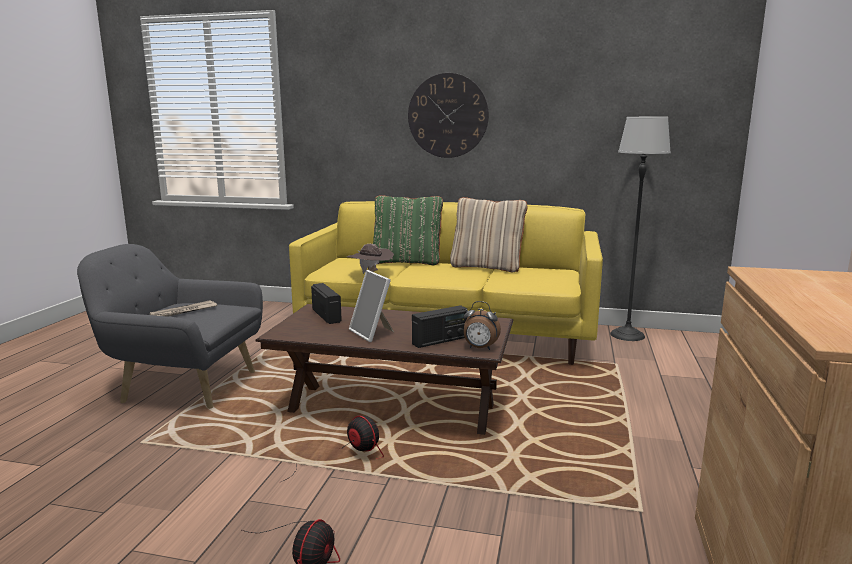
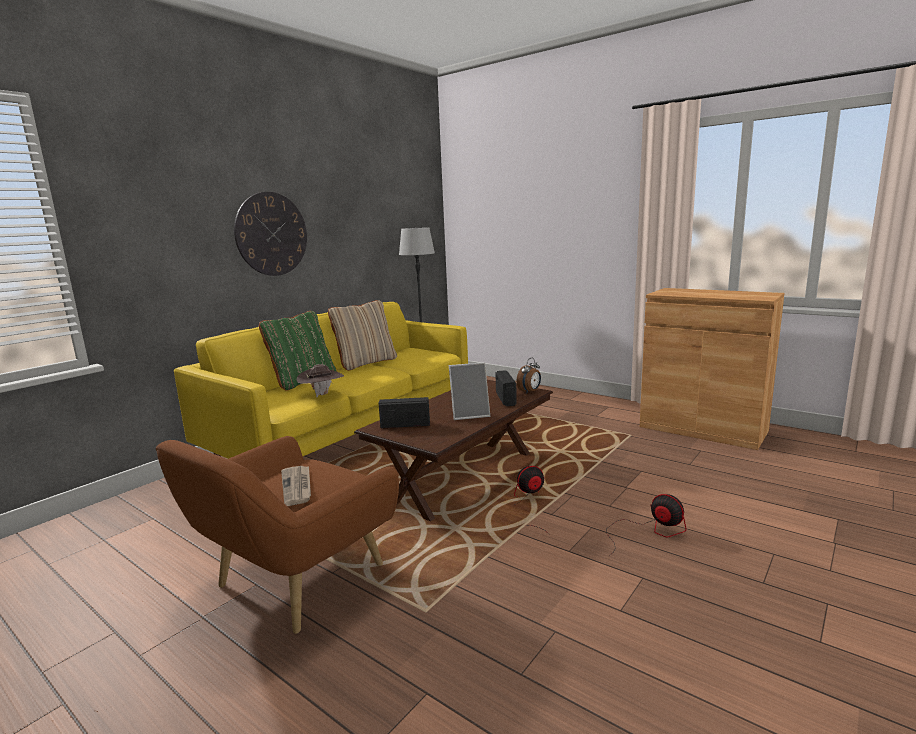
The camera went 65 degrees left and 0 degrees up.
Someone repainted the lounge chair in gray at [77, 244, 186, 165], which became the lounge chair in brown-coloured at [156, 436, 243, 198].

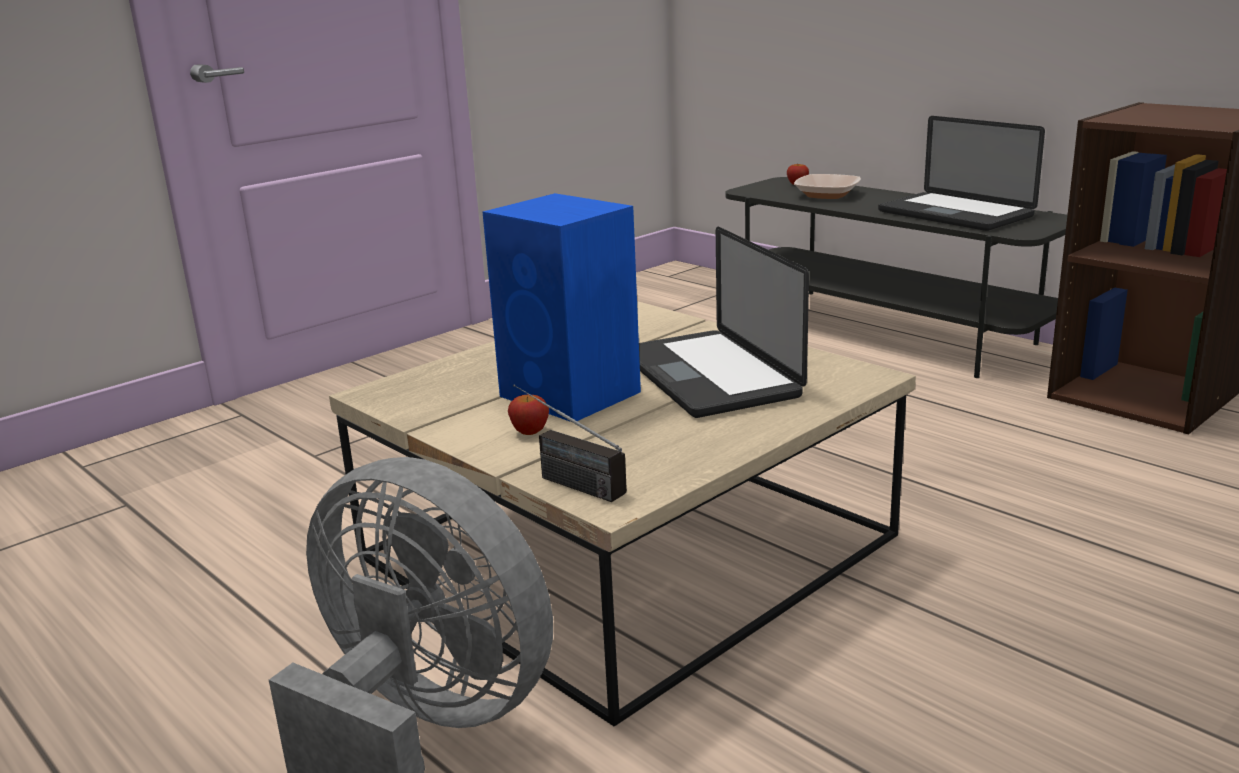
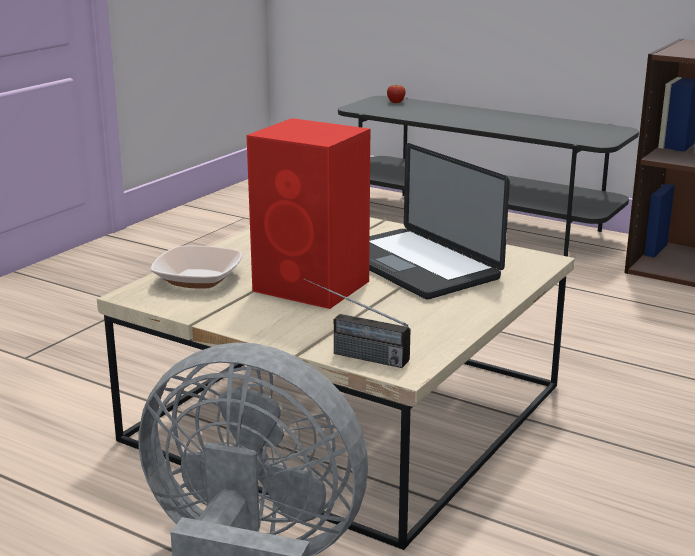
The camera went 15 degrees left and 0 degrees up.
Someone took away the whole apple at [508, 395, 41, 40].
Someone took away the portable computer at [878, 116, 167, 115].
Someone carried the bowl from [794, 174, 67, 25] to [151, 246, 91, 43].
Someone repainted the audio speaker in bluish at [483, 193, 158, 229], which became the audio speaker in red-coloured at [247, 118, 123, 191].

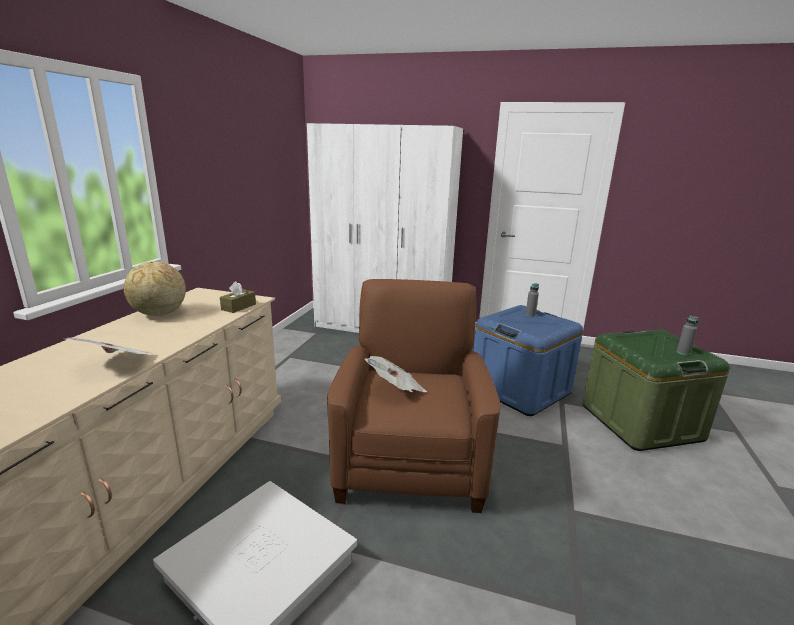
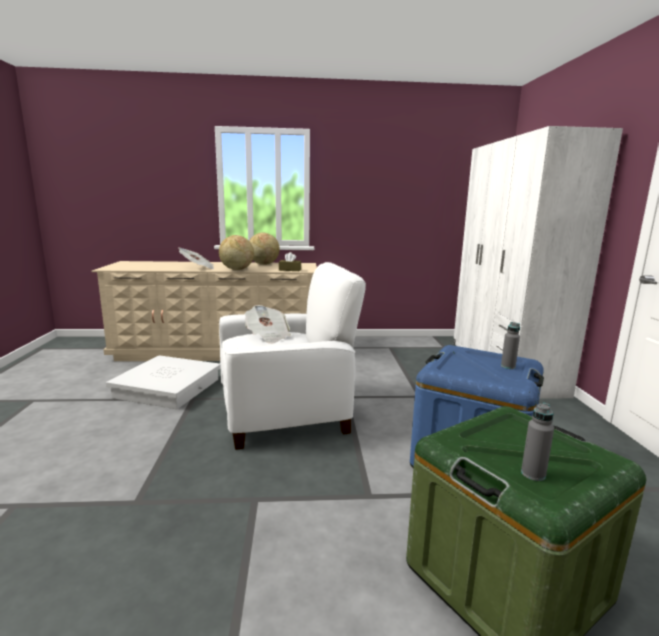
The camera went 70 degrees right and 5 degrees down.
Someone put down the globe at [219, 235, 35, 35].
Someone repainted the lounge chair in brown-coloured at [327, 279, 174, 234], which became the lounge chair in white at [219, 262, 147, 188].

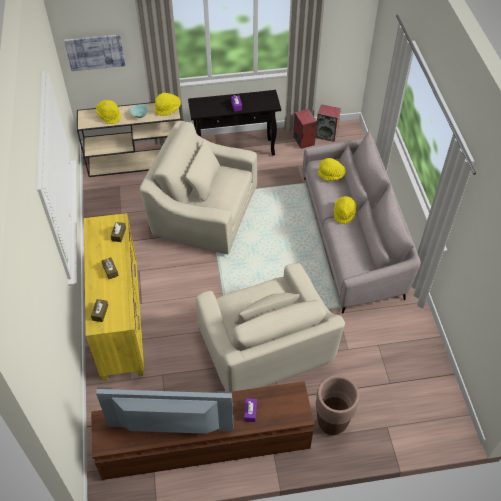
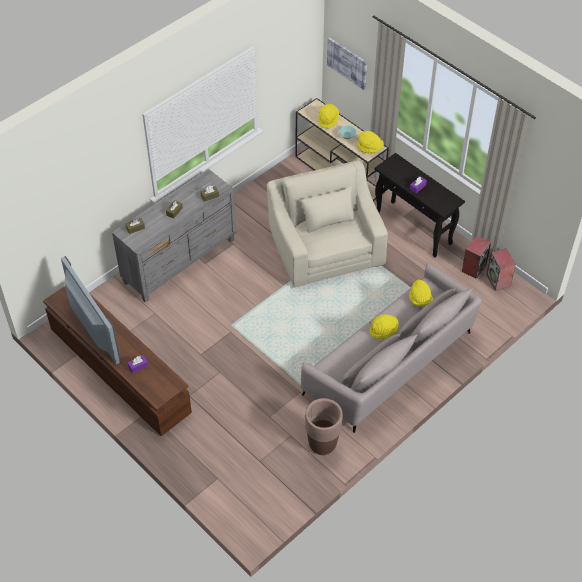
The camera went 55 degrees right and 0 degrees up.
Someone took away the lounge chair in beige at [196, 263, 149, 129].
Someone carried the flower pot in brown-coloured from [316, 375, 43, 60] to [305, 398, 38, 57].
Someone repainted the drawer chest in yellow-coloured at [84, 213, 60, 168], which became the drawer chest in gray at [112, 169, 124, 134].

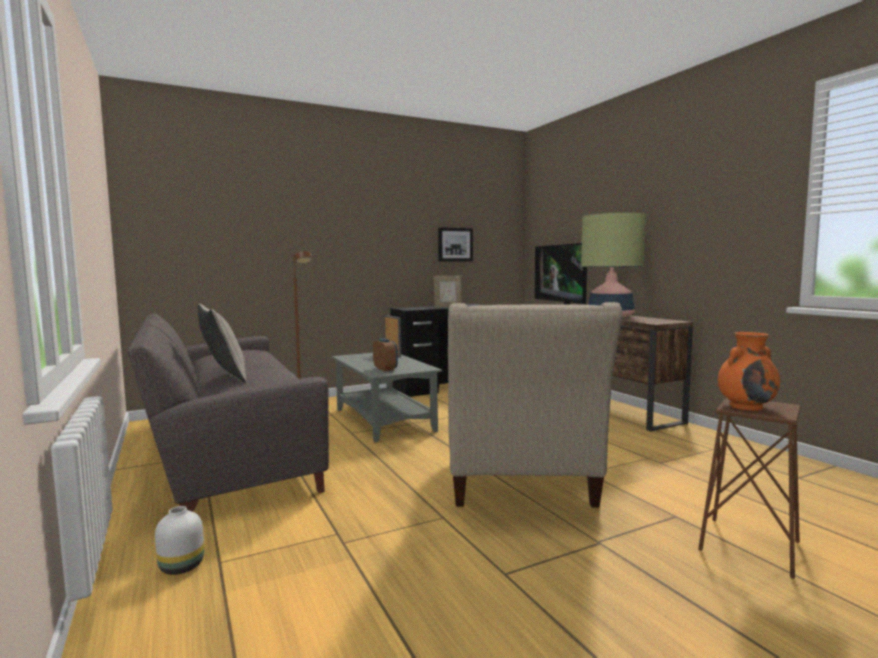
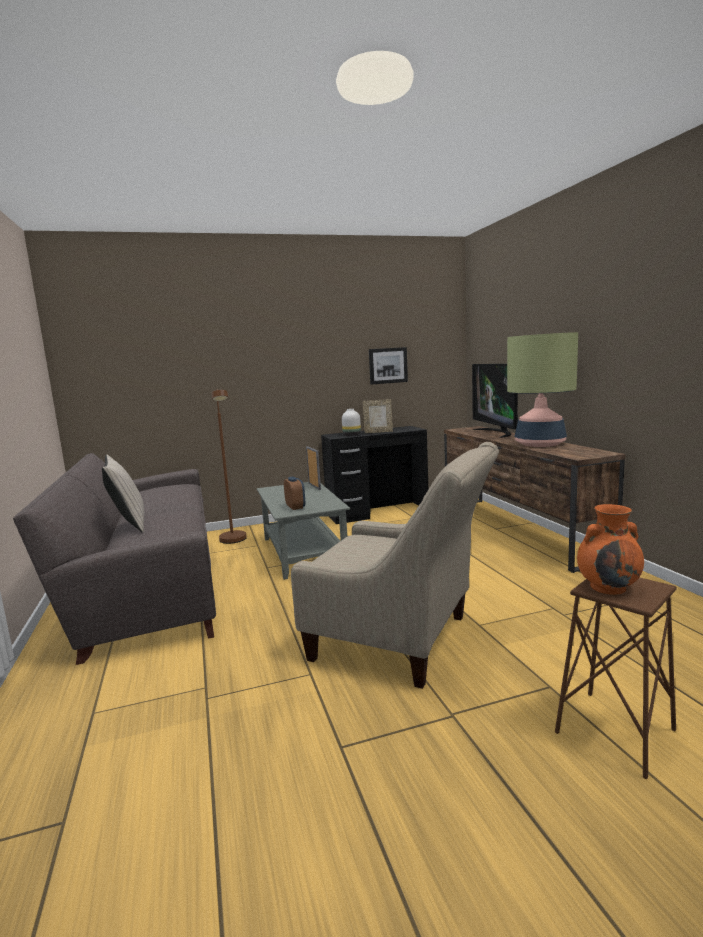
The camera went 10 degrees right and 5 degrees up.
Someone carried the flower vase in white from [155, 506, 49, 69] to [342, 409, 19, 27].
Someone rotated the lounge chair in beige at [448, 302, 174, 206] by 75 degrees counterclockwise.

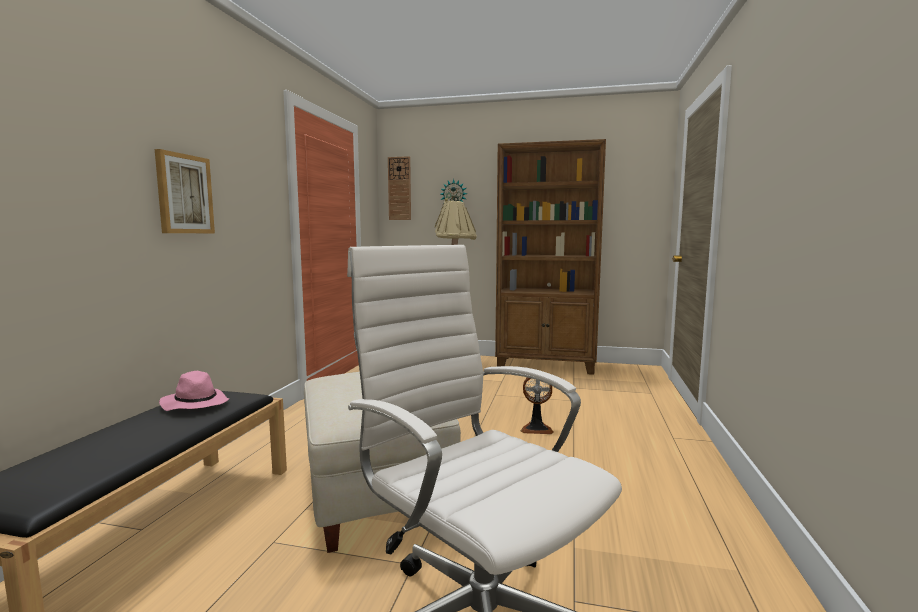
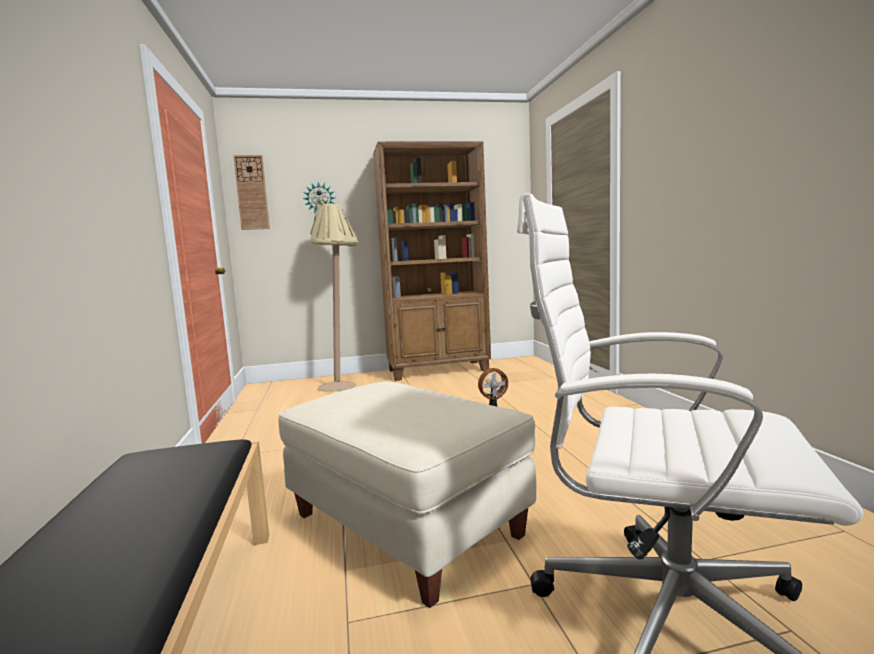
The camera went 25 degrees left and 0 degrees up.
Someone took away the wall art at [155, 149, 60, 84].
Someone took away the wearable hat in pink at [159, 371, 70, 40].

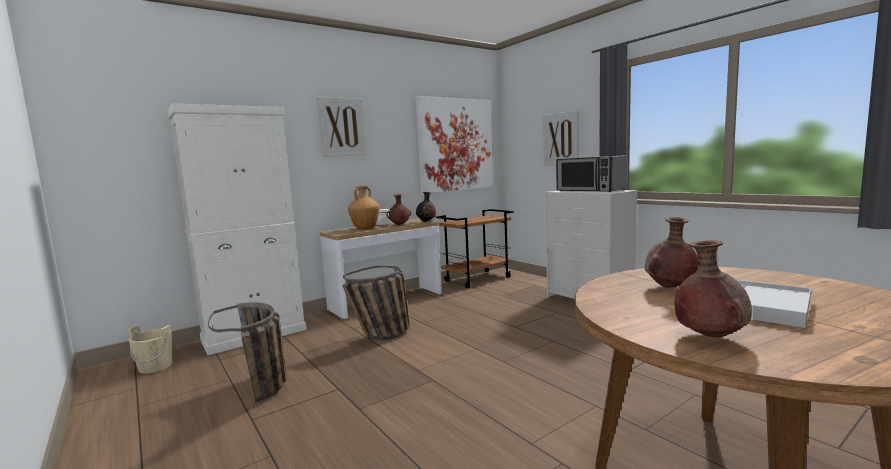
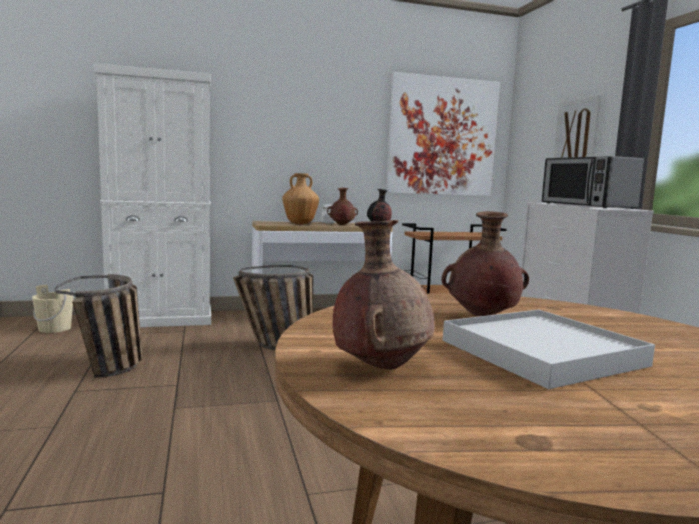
The camera went 20 degrees right and 0 degrees up.
Someone took away the wall art at [317, 97, 50, 60].

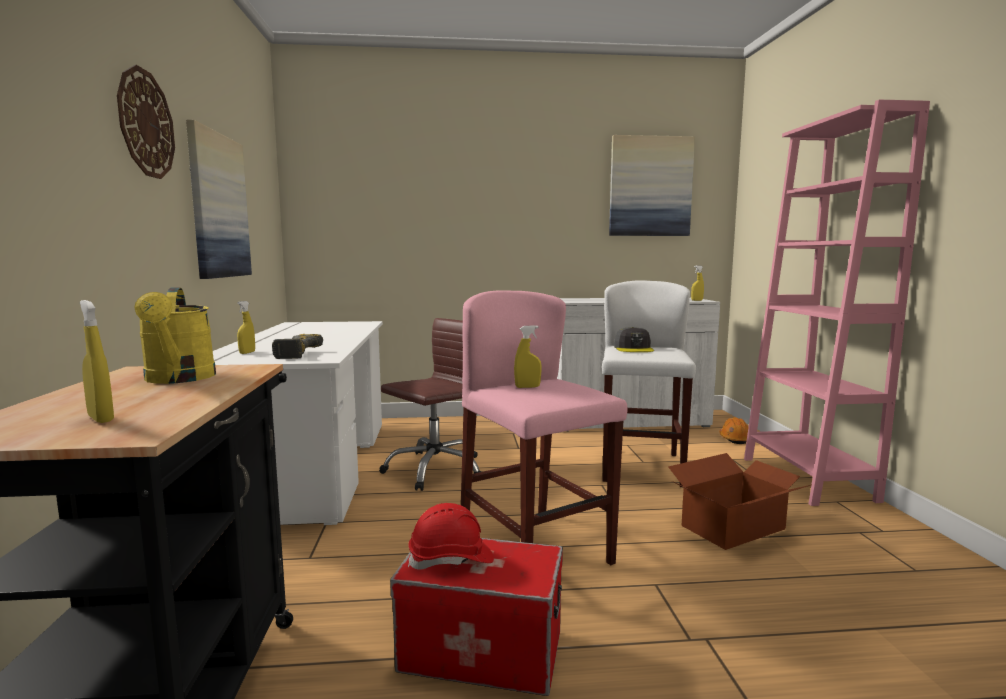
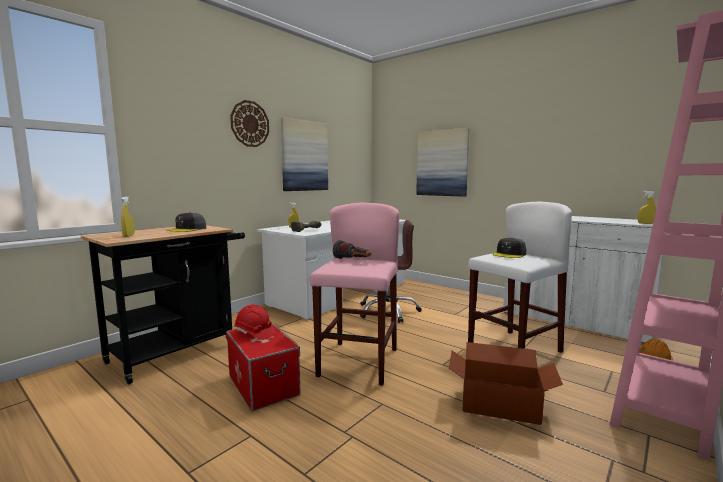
The camera went 45 degrees right and 0 degrees up.
Someone carried the wall art from [609, 135, 86, 101] to [416, 128, 54, 69].
Someone swapped the sprinkling can in yellow-coloured at [134, 287, 82, 97] for the cap in gray at [167, 212, 39, 20].
Someone swapped the sprayer in yellow-coloured at [514, 325, 28, 63] for the torch at [333, 240, 38, 19].

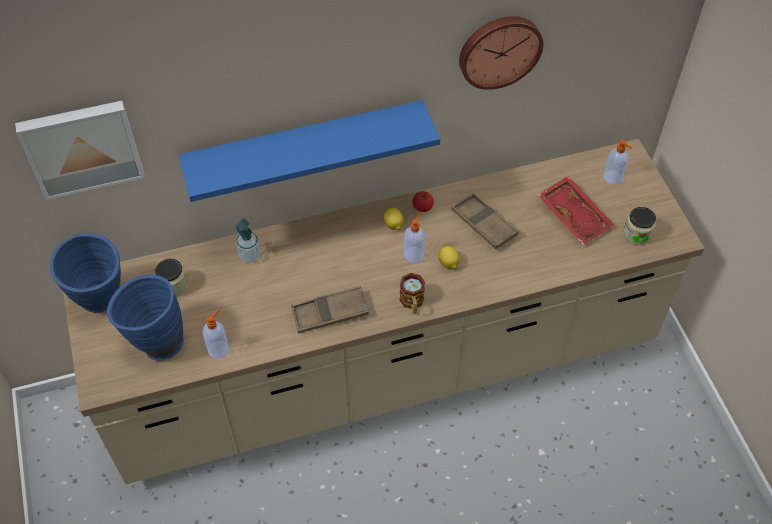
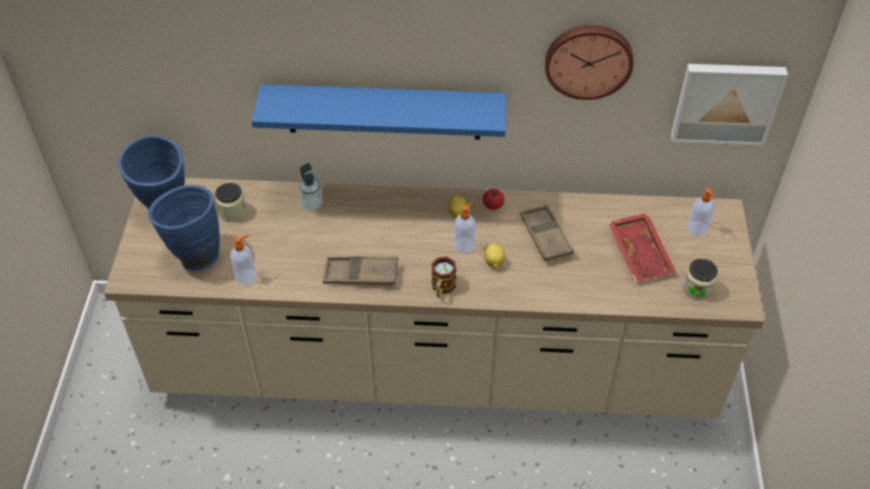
The camera went 20 degrees right and 5 degrees down.
Someone carried the wall art from [15, 101, 130, 99] to [671, 64, 117, 81].

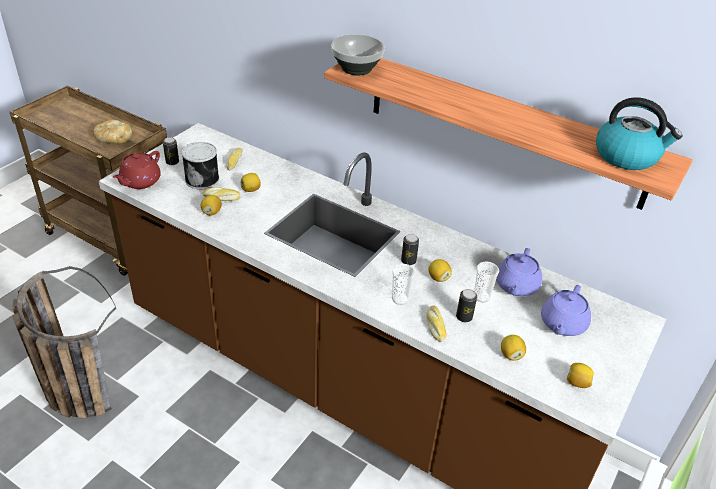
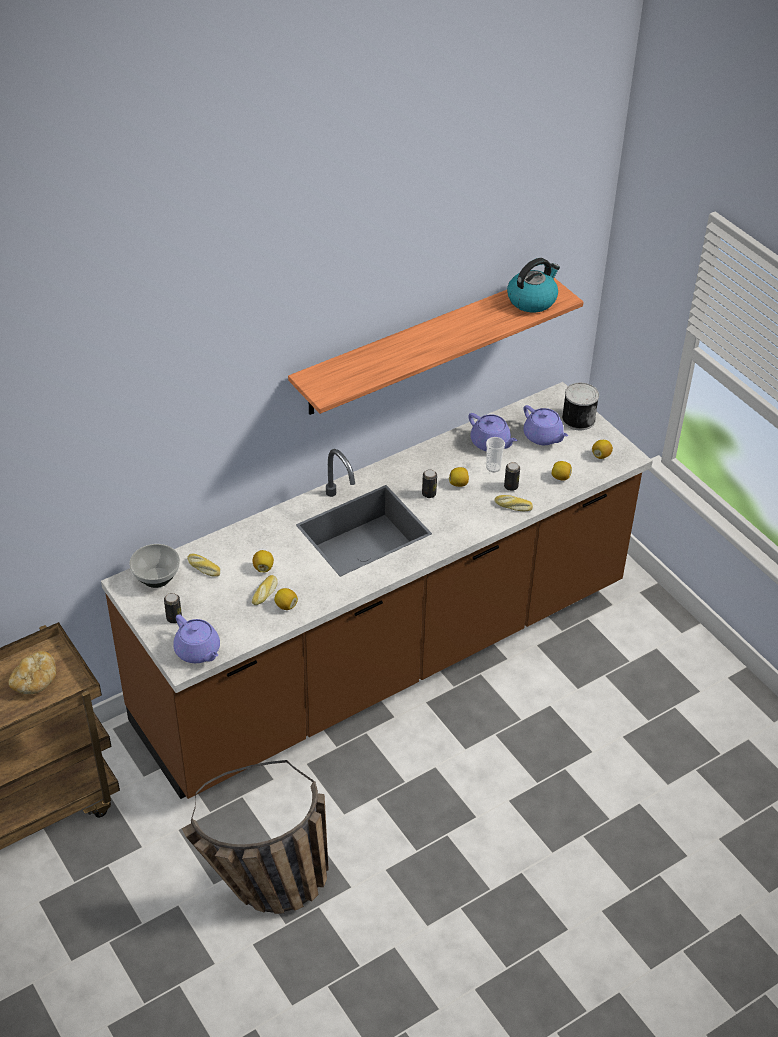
The camera went 65 degrees left and 5 degrees up.
Someone took away the cup at [392, 264, 23, 41].
Someone carried the metal can from [181, 142, 38, 47] to [562, 383, 37, 47].
Someone carried the bowl from [331, 34, 54, 41] to [129, 544, 51, 44].
Someone repainted the teapot in red-coloured at [113, 151, 48, 38], which became the teapot in purple-coloured at [173, 614, 47, 49].

